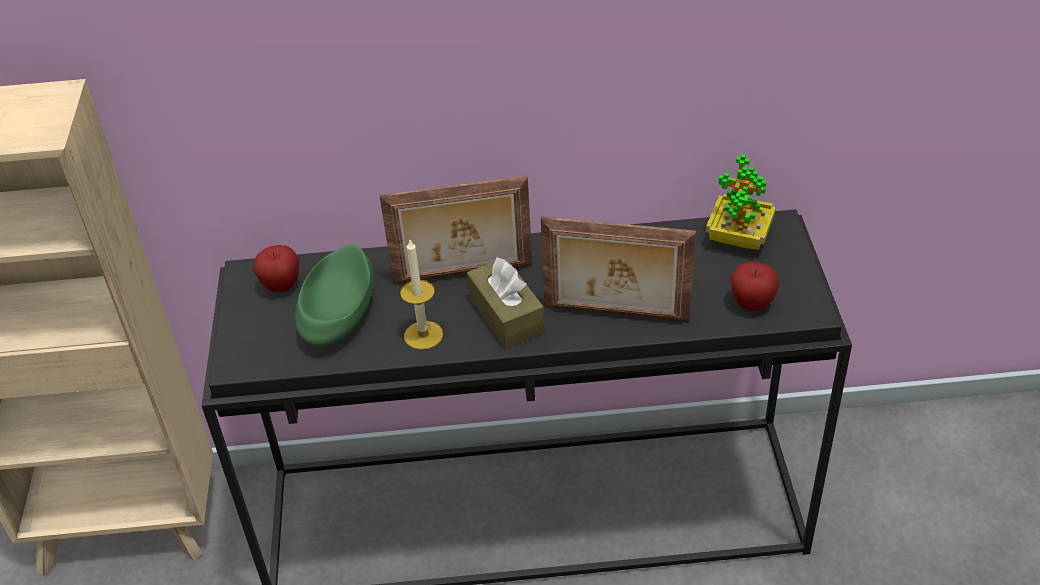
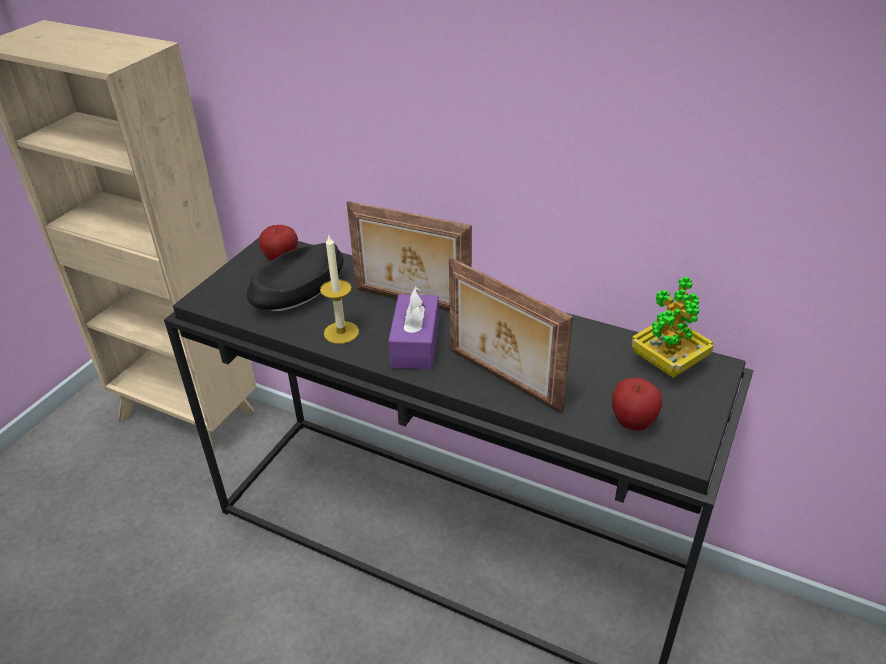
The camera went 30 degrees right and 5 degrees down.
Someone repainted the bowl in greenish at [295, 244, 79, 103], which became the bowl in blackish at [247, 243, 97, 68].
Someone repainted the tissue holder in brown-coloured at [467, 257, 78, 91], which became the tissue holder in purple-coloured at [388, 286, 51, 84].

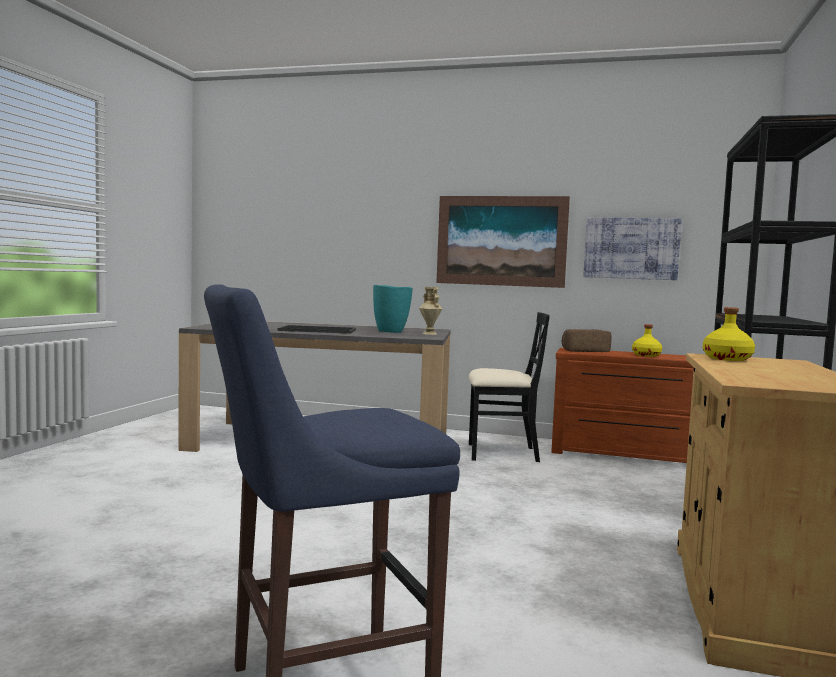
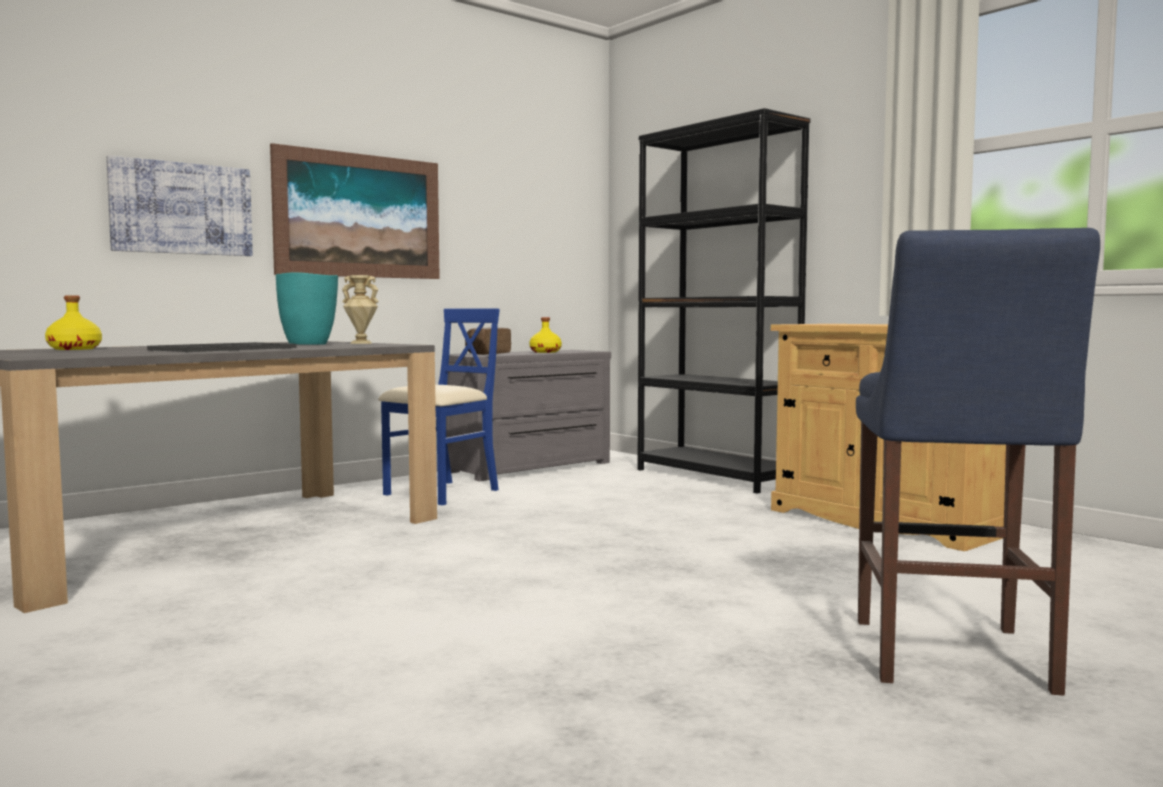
The camera went 55 degrees left and 0 degrees up.
Someone carried the wall art from [583, 217, 99, 63] to [106, 155, 147, 101].
Someone carried the beverage bottle in yellow-coloured from [703, 307, 52, 54] to [45, 295, 57, 55].
Someone repainted the plain chair in blackish at [468, 312, 82, 150], which became the plain chair in bluish at [378, 308, 122, 197].
Someone repainted the drawer chest in brown-coloured at [551, 348, 143, 115], which became the drawer chest in gray at [446, 350, 165, 131].

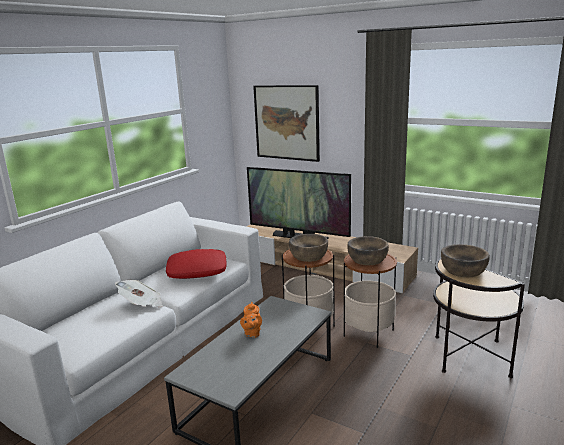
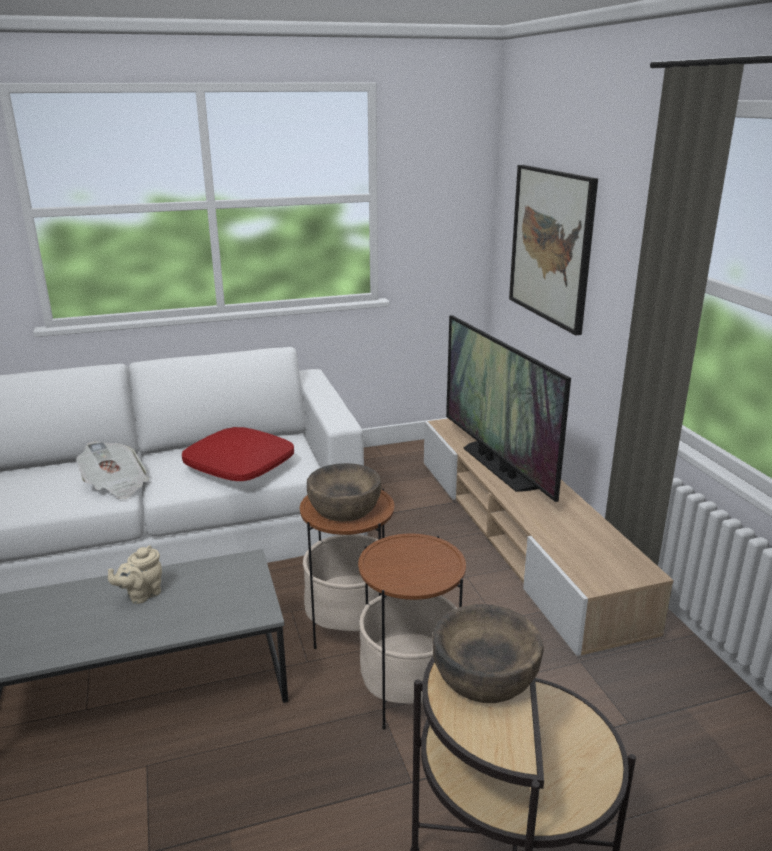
The camera went 40 degrees right and 5 degrees up.
Someone took away the bowl in brown-coloured at [347, 236, 42, 29].
Someone repainted the teapot in orangey at [240, 302, 22, 36], which became the teapot in beige at [108, 545, 54, 59].

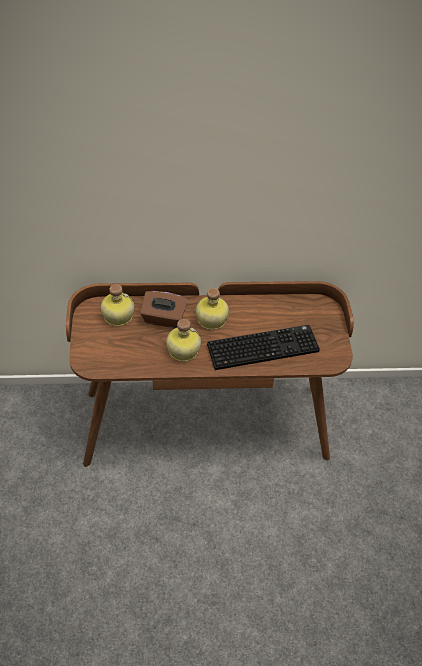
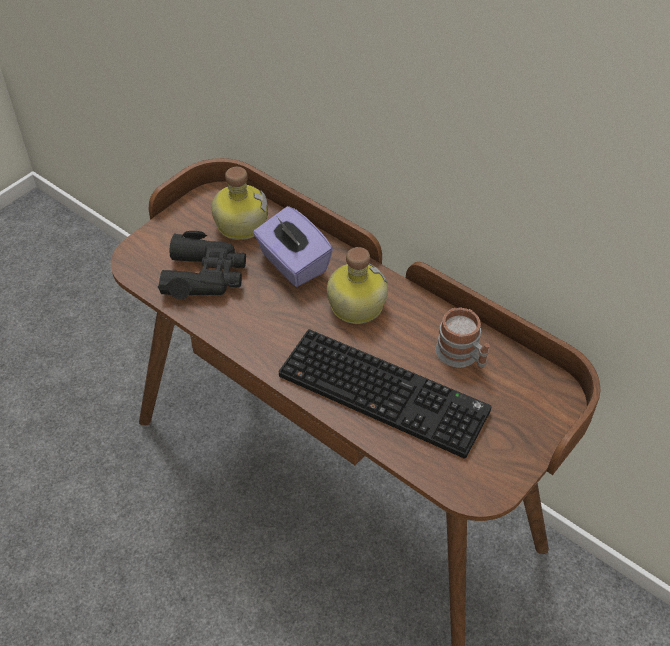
The camera went 45 degrees right and 0 degrees up.
Someone took away the beverage bottle at [166, 319, 35, 42].
Someone put down the binoculars in blackish at [158, 231, 88, 68].
Someone put down the coffee mug at [436, 308, 54, 61].
Someone repainted the tissue holder in brown-coloured at [140, 291, 48, 37], which became the tissue holder in purple-coloured at [253, 206, 80, 81].

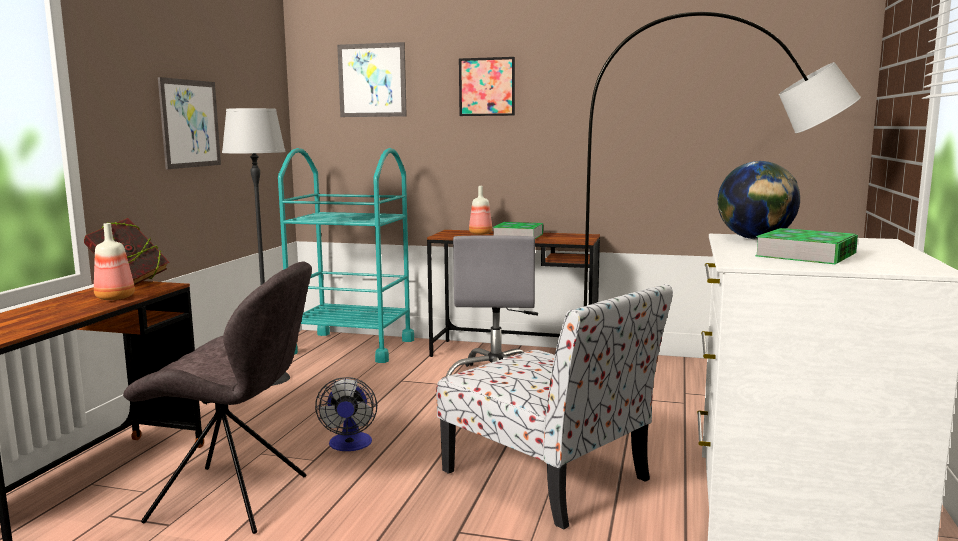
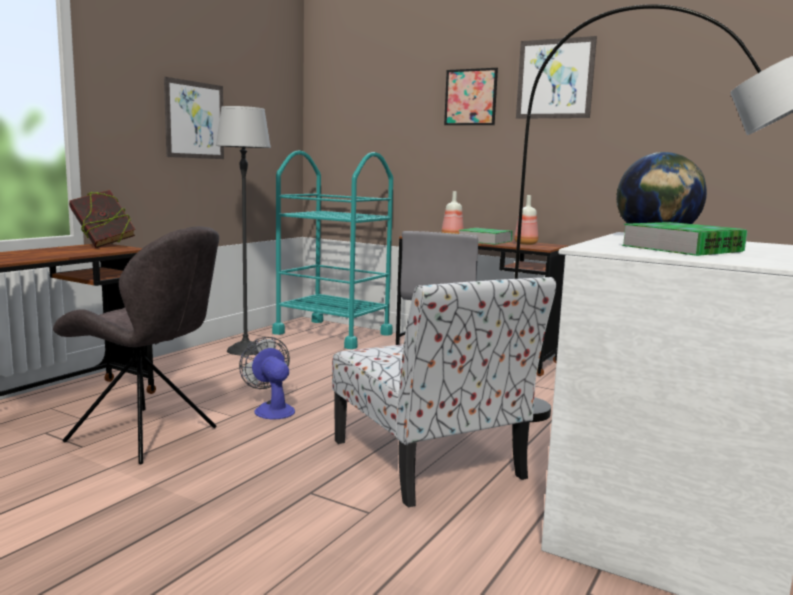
The camera went 15 degrees right and 0 degrees up.
Someone carried the beverage bottle from [94, 223, 41, 77] to [514, 195, 24, 50].
Someone carried the wall art from [337, 42, 70, 75] to [516, 36, 81, 83].
Someone rotated the electric fan at [315, 377, 62, 74] by 135 degrees clockwise.

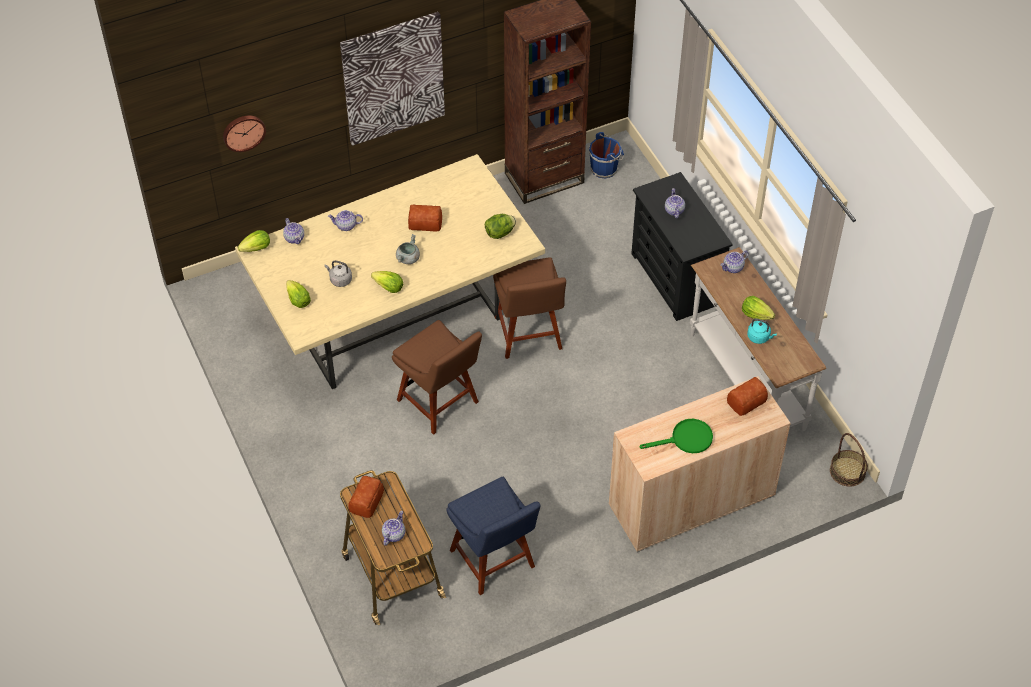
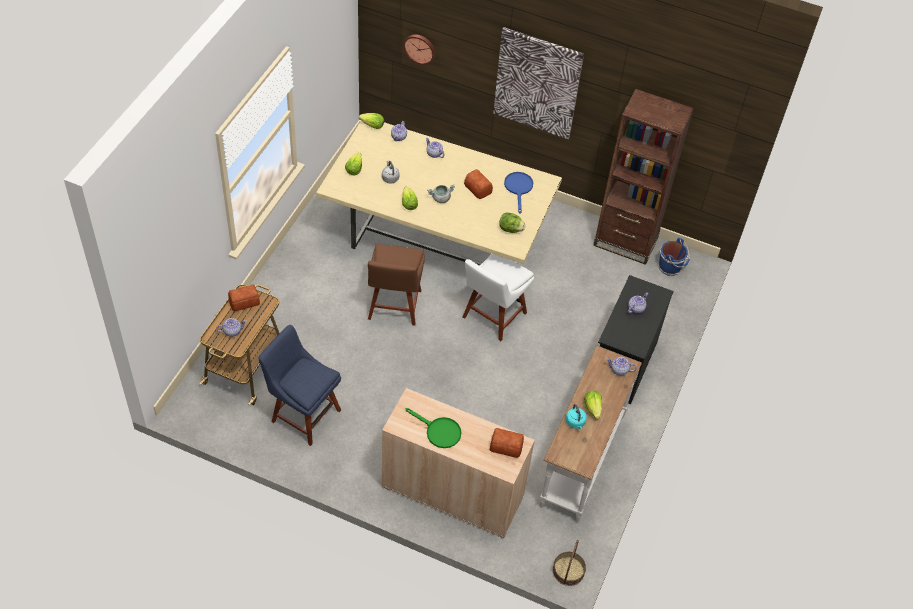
The camera went 45 degrees right and 0 degrees up.
Someone put down the pan in bluish at [504, 172, 29, 41].
Someone repainted the plain chair in brown-coloured at [493, 257, 73, 102], which became the plain chair in white at [463, 254, 71, 87].
Someone rotated the plain chair in bluish at [446, 477, 95, 118] by 105 degrees clockwise.

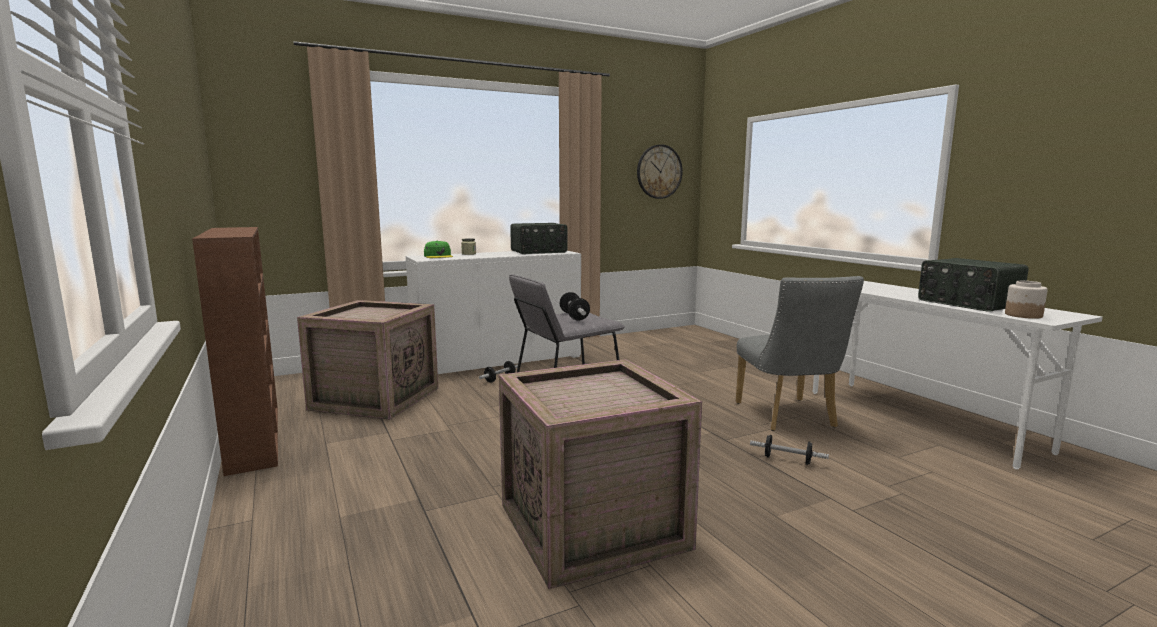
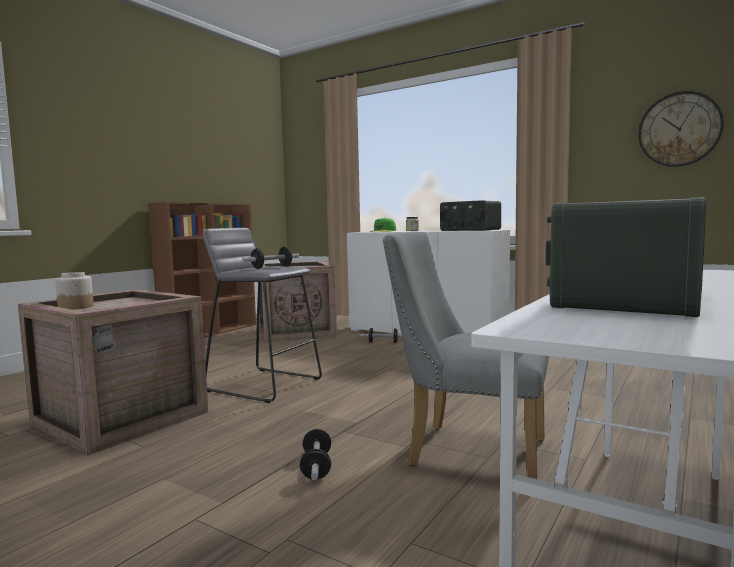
The camera went 60 degrees right and 5 degrees down.
Someone carried the storage jar from [1005, 281, 43, 38] to [55, 272, 39, 37].
Someone rotated the plain chair in gray at [736, 276, 128, 155] by 60 degrees clockwise.

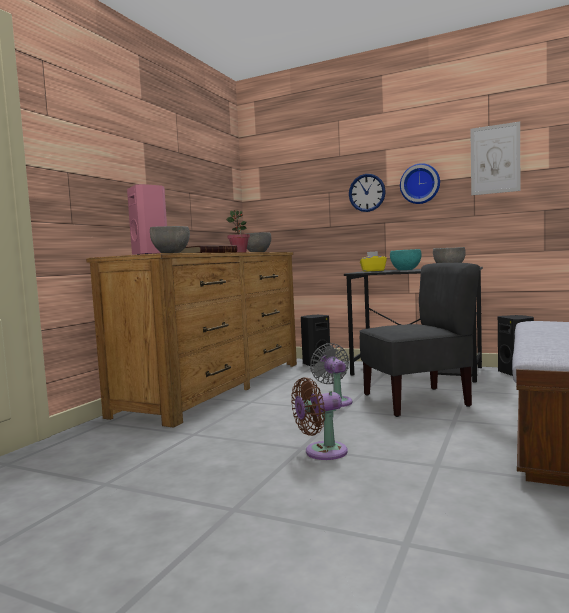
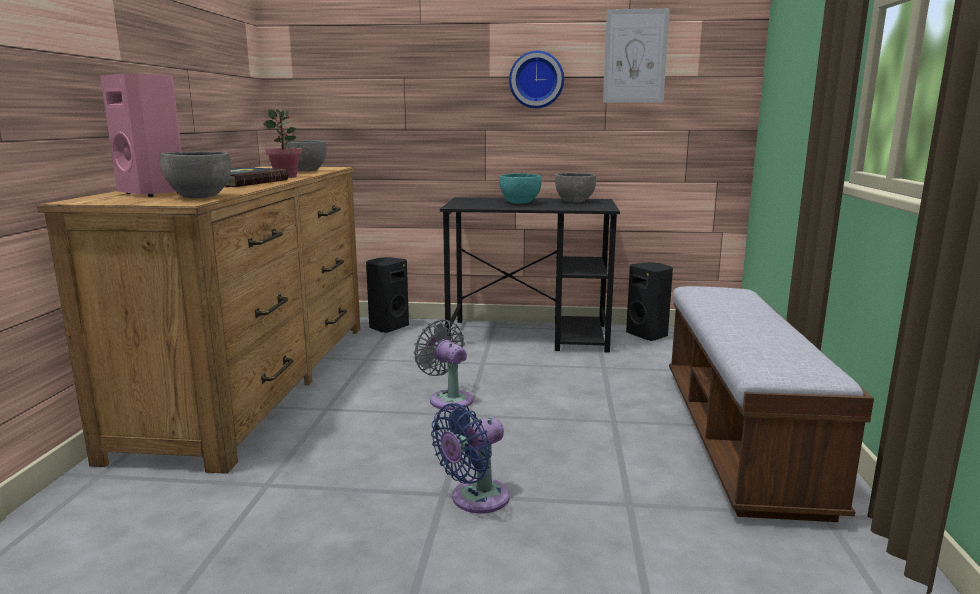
The camera went 20 degrees left and 10 degrees up.
Someone took away the wall clock at [349, 174, 37, 38].
Someone took away the plain chair in gray at [359, 263, 121, 154].
Someone took away the tissue holder in yellow-coloured at [360, 251, 27, 21].
Someone repainted the electric fan in brown-coloured at [291, 377, 57, 83], which became the electric fan in bluish at [431, 403, 79, 110].

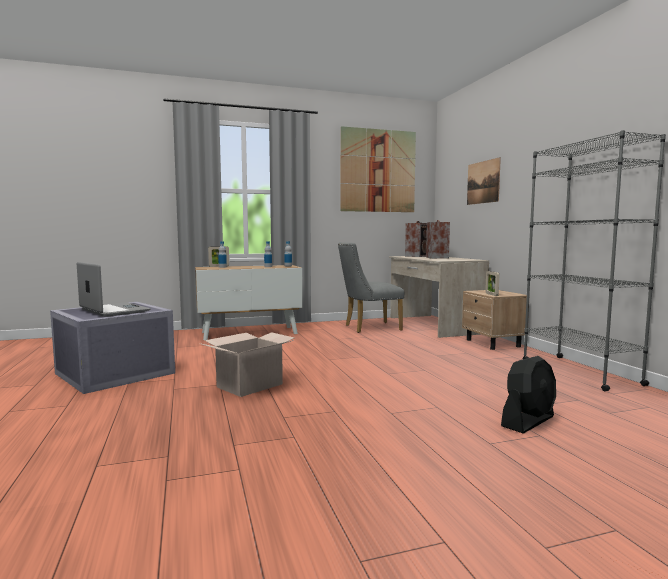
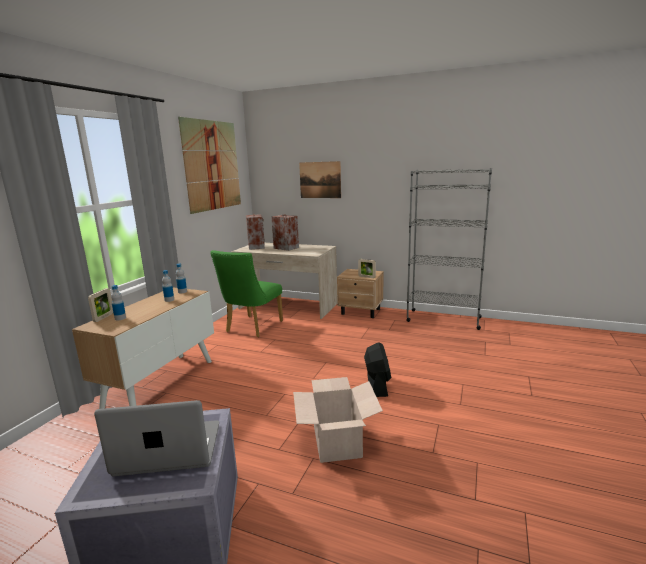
The camera went 50 degrees left and 10 degrees up.
Someone carried the electric fan in blackish from [501, 356, 55, 78] to [364, 342, 27, 55].
Someone repainted the plain chair in gray at [338, 242, 66, 91], which became the plain chair in greenish at [210, 250, 73, 87].

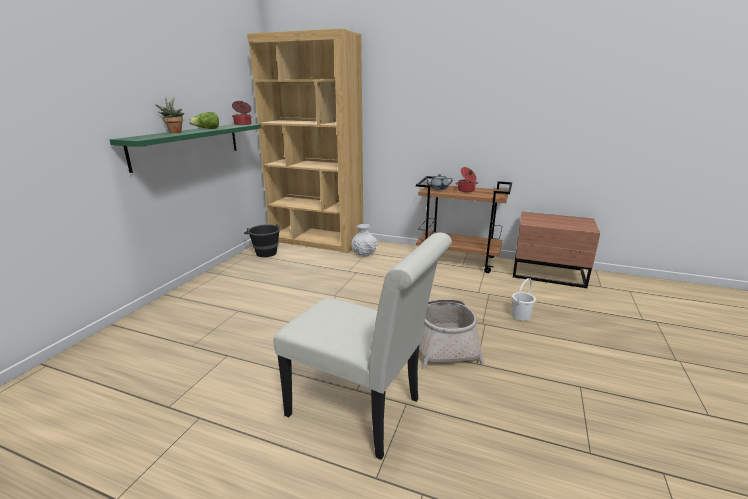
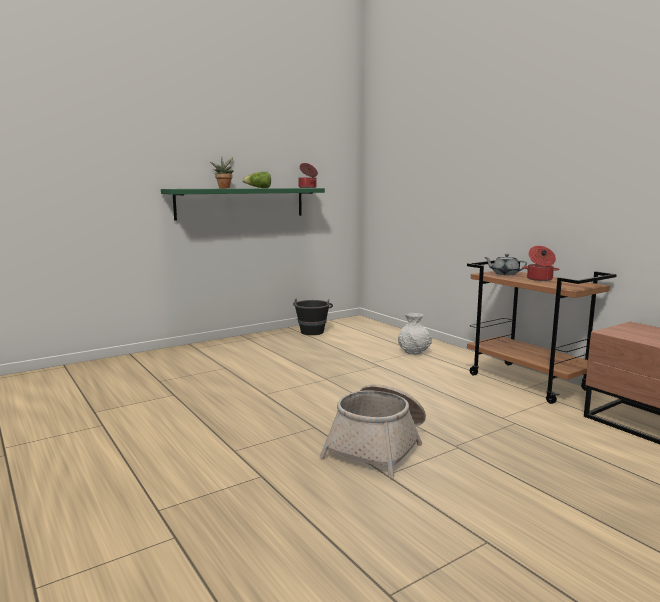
The camera went 35 degrees right and 10 degrees down.
Someone took away the bookcase in brown-coloured at [247, 28, 116, 225].
Someone took away the plain chair in white at [273, 232, 179, 228].
Someone took away the water bucket in white at [511, 278, 25, 43].

